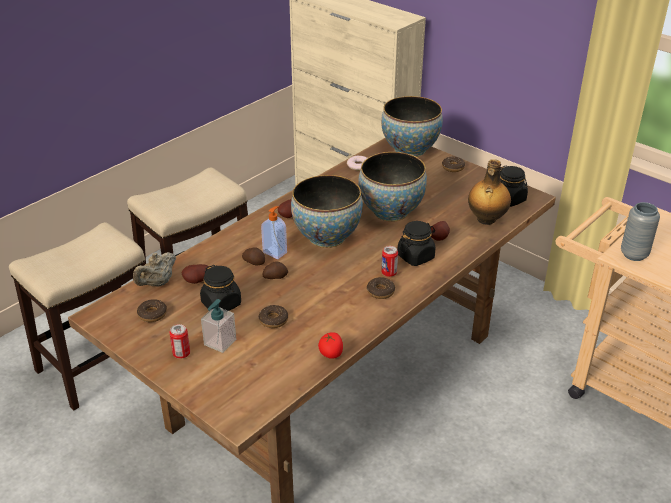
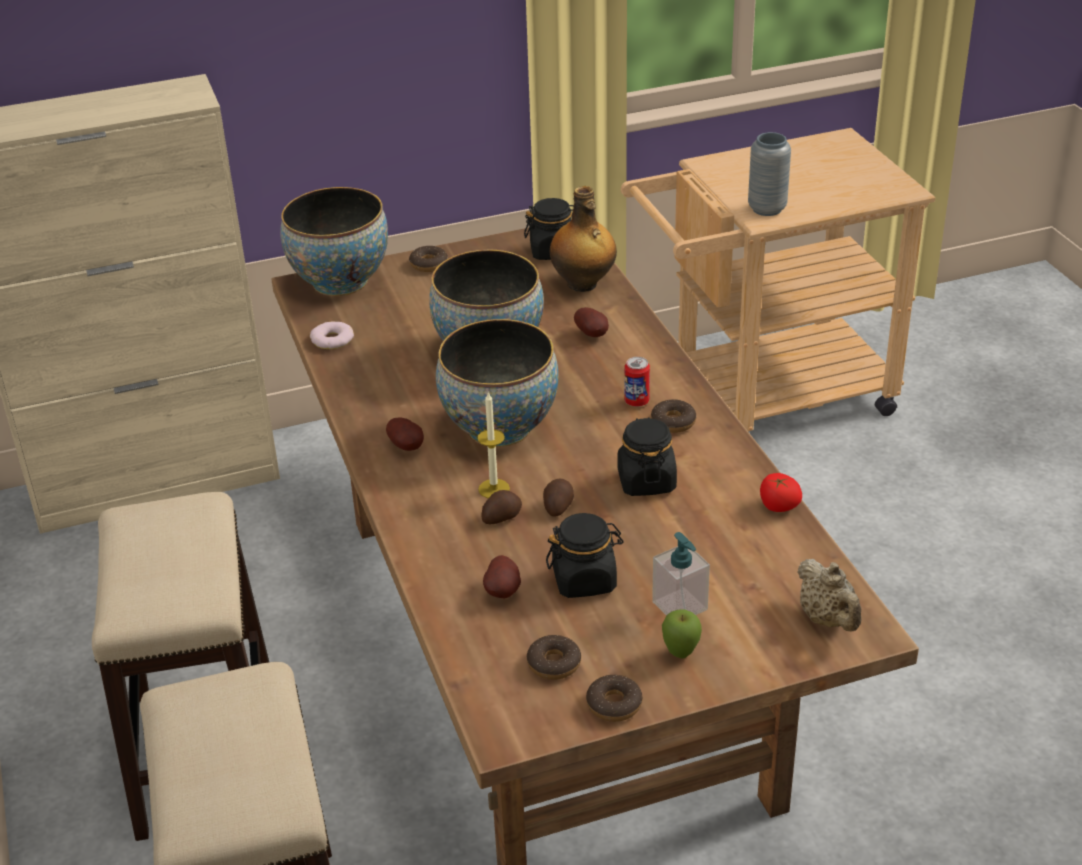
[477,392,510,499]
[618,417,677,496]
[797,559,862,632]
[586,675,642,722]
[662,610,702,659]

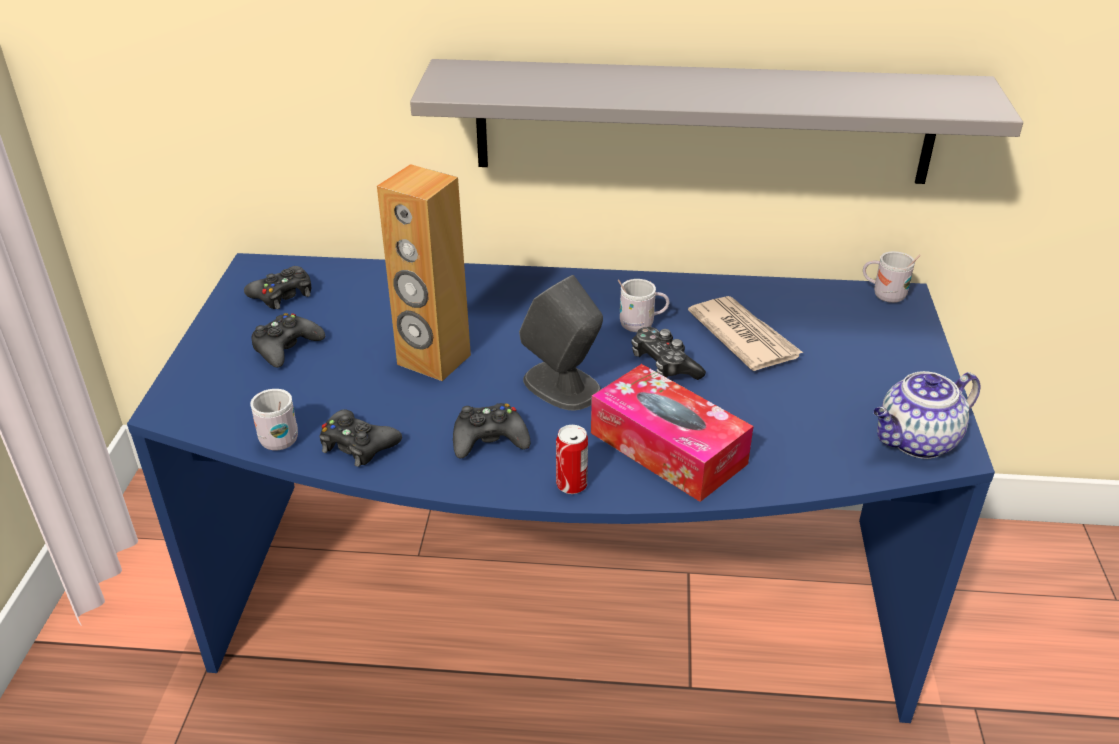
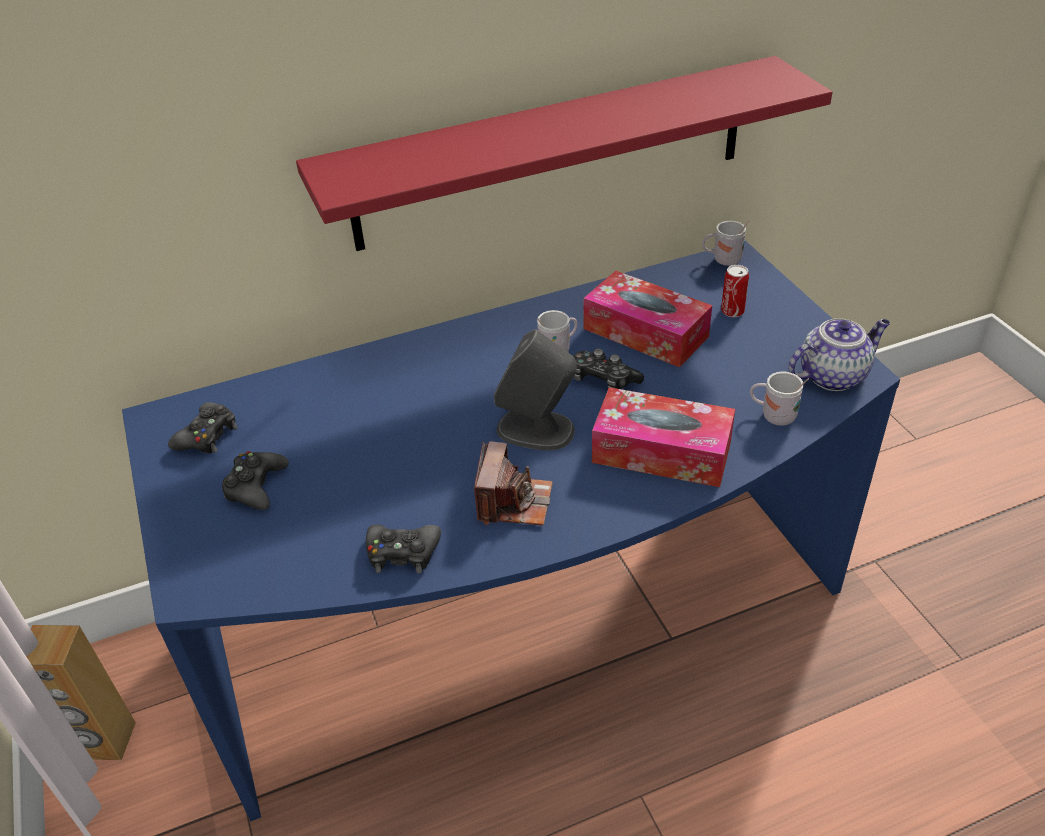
[296,56,832,251]
[27,625,136,760]
[584,271,712,368]
[788,318,890,391]
[750,372,809,426]
[474,441,553,525]
[721,265,749,317]

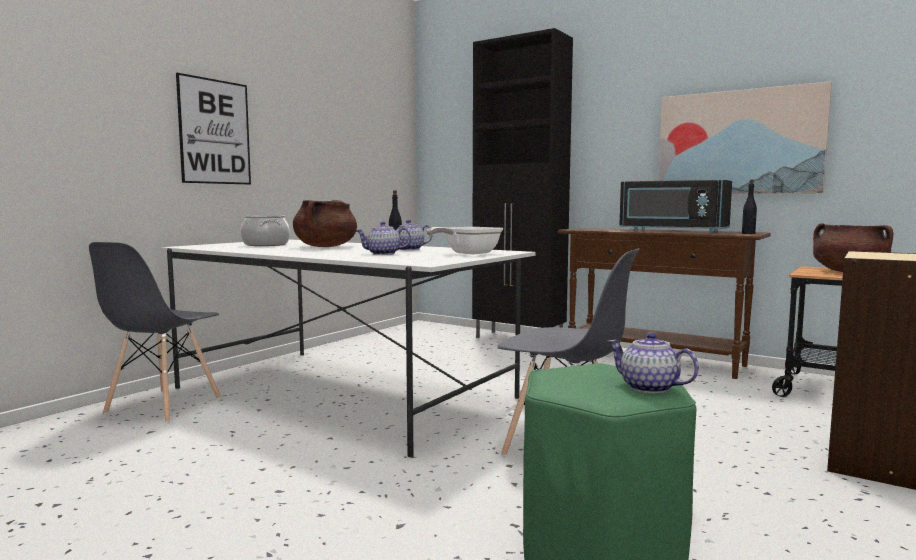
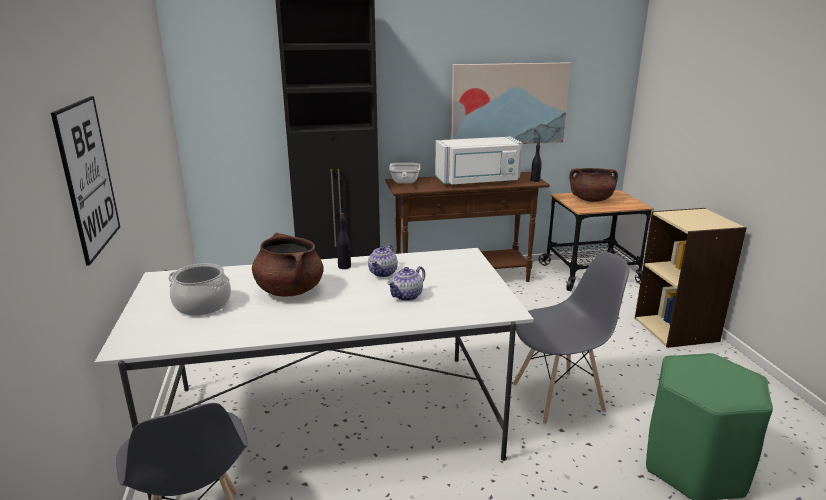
[435,137,522,186]
[389,163,420,184]
[608,332,699,394] (first image)

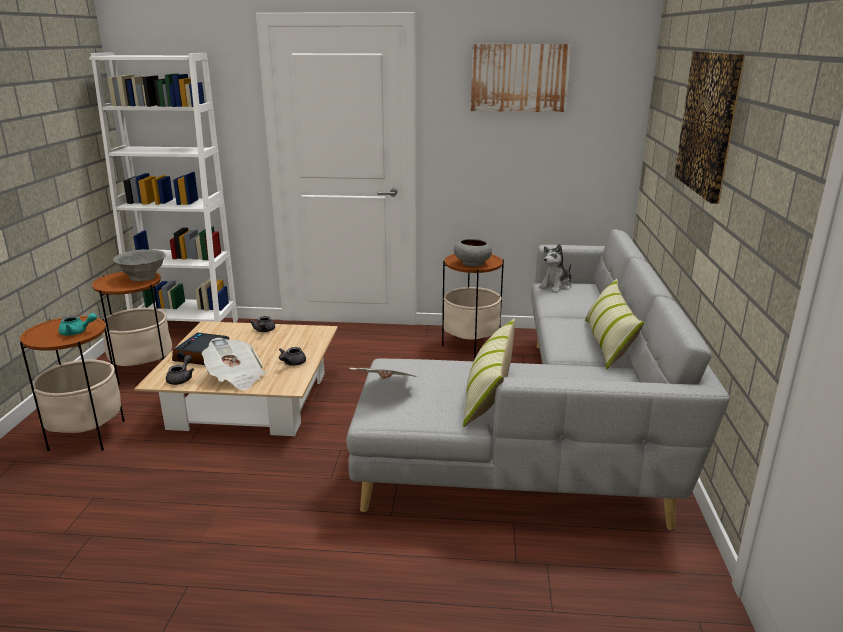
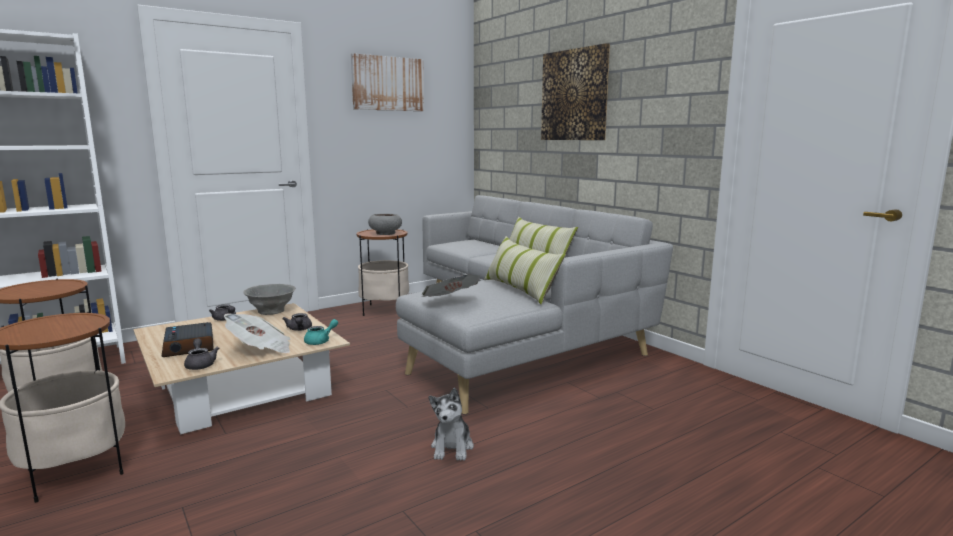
[429,388,474,461]
[243,284,296,315]
[304,319,338,345]

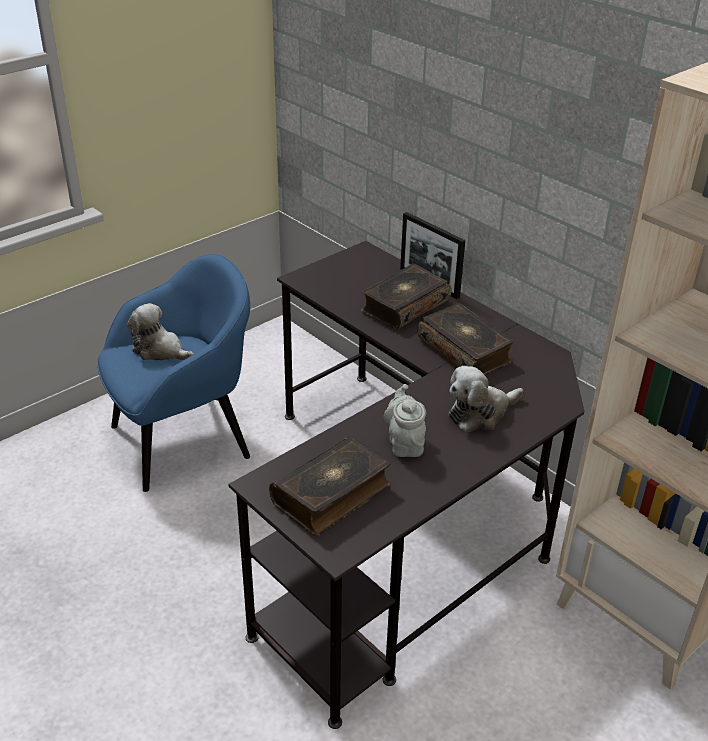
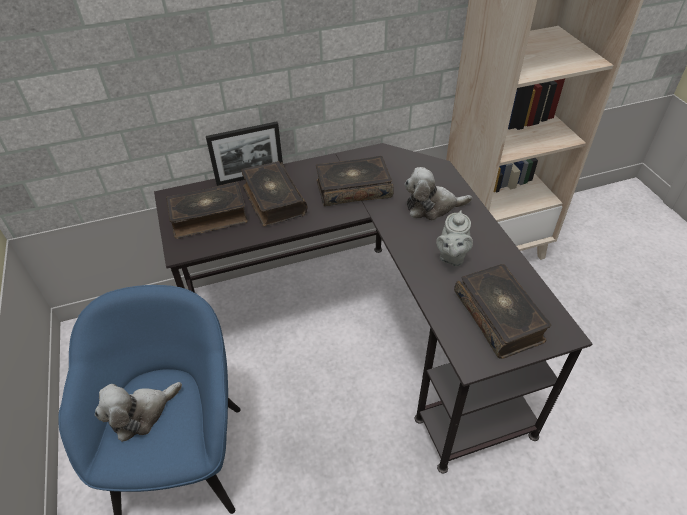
[404,167,472,221]
[436,210,473,266]
[166,182,248,239]

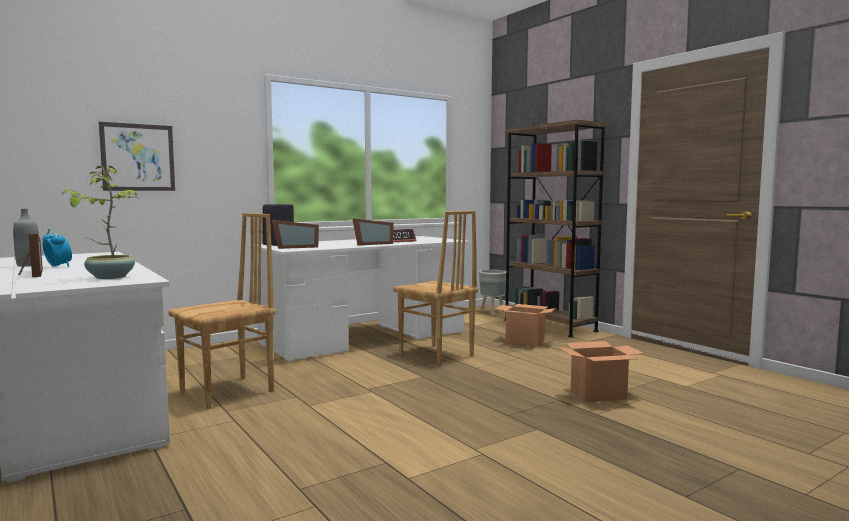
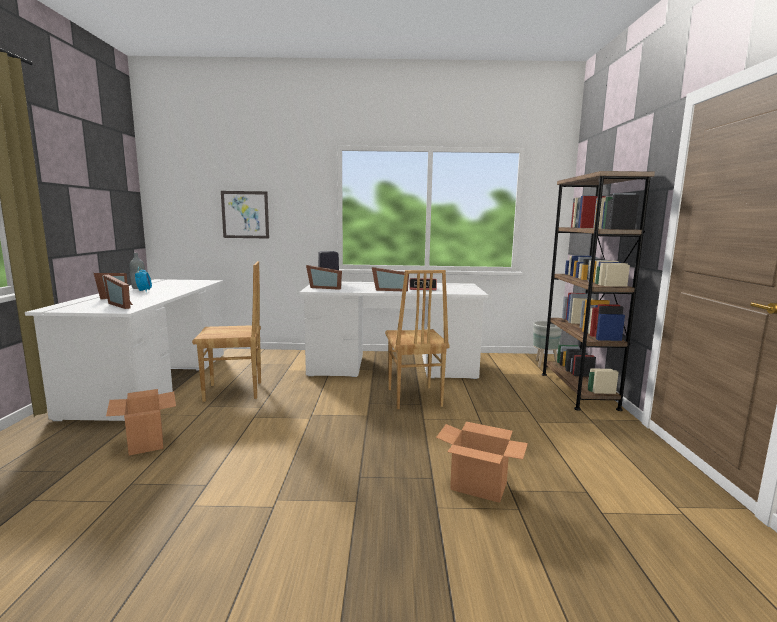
[103,275,133,309]
[106,389,176,456]

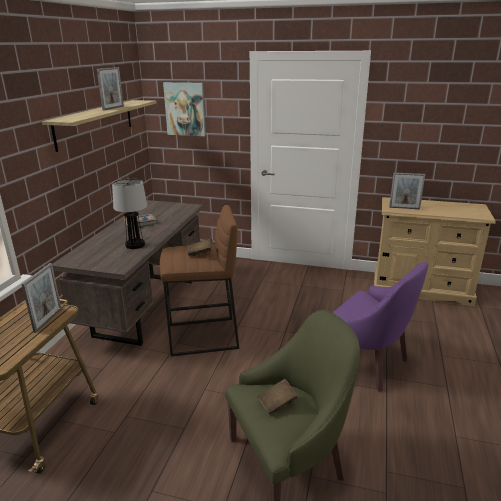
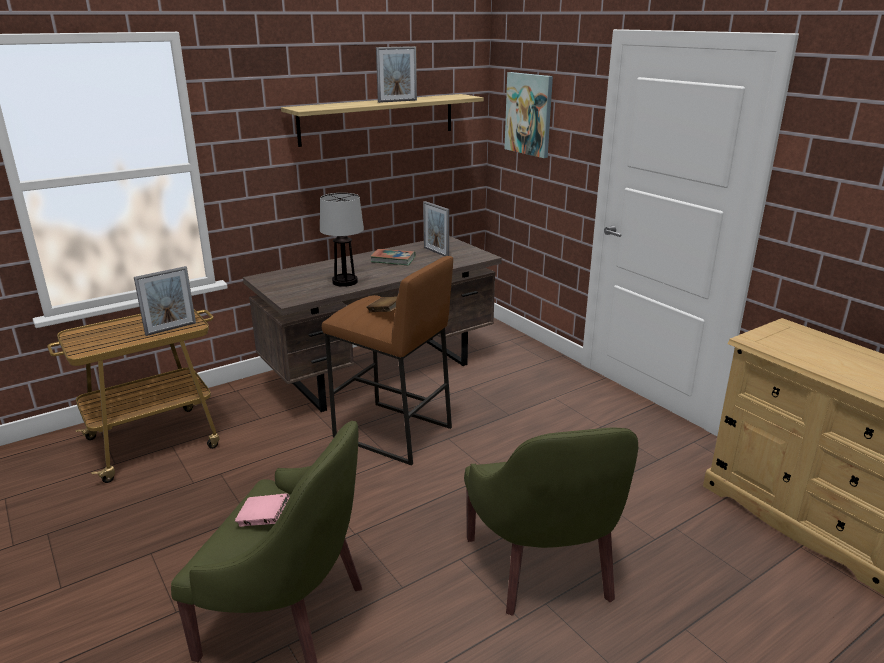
[423,201,449,256]
[464,427,638,616]
[235,493,290,527]

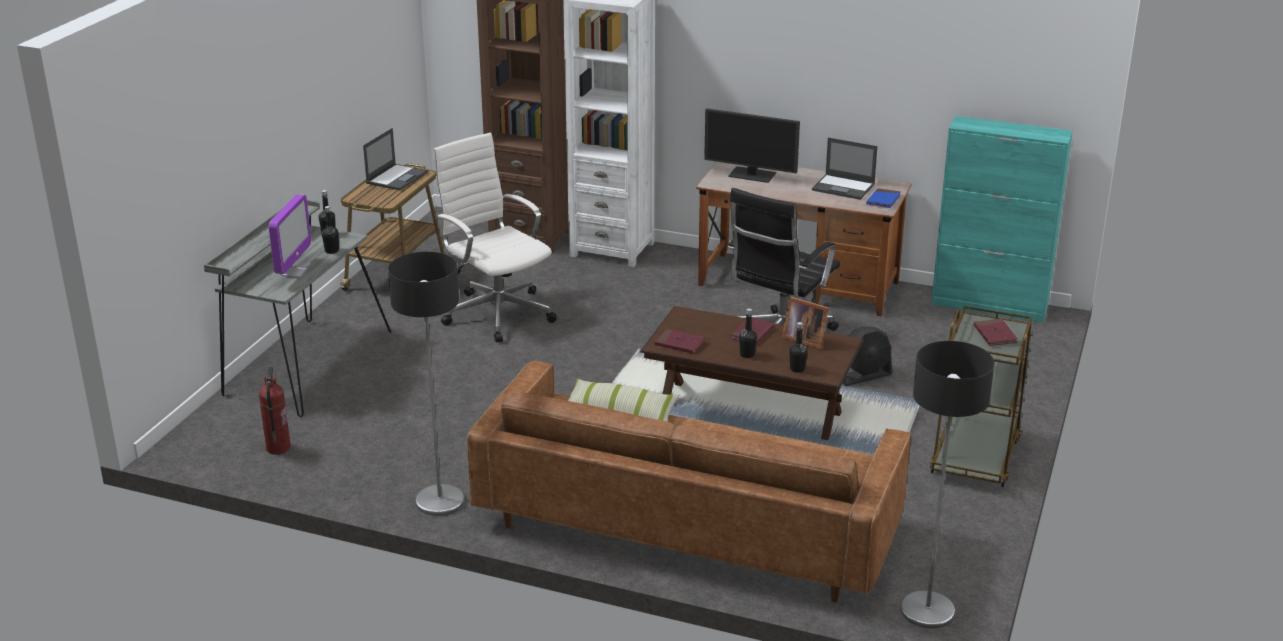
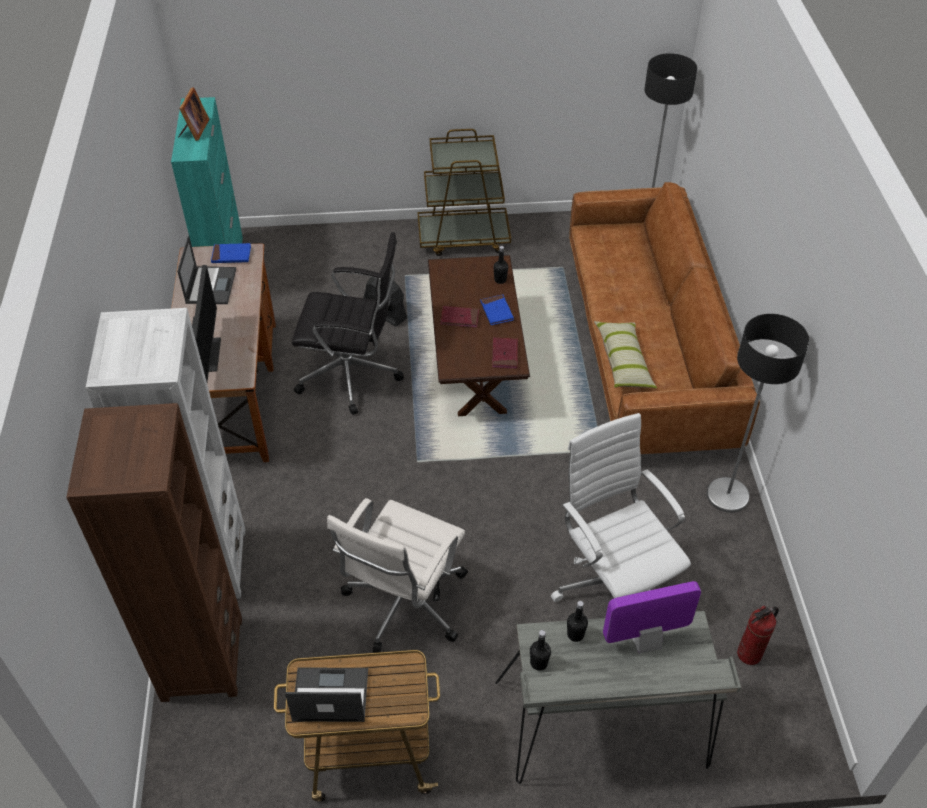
[179,87,209,141]
[480,295,514,325]
[974,319,1018,346] (first image)
[551,413,691,602]

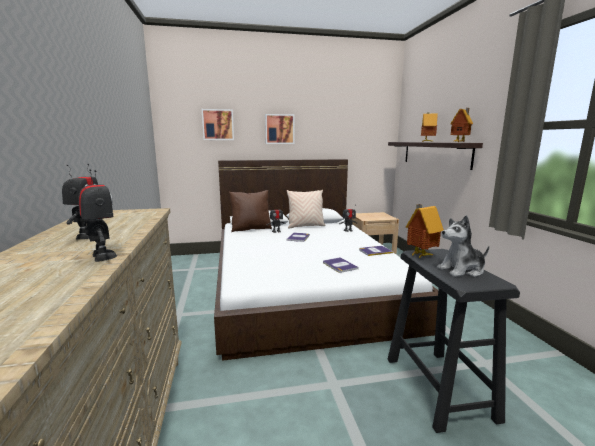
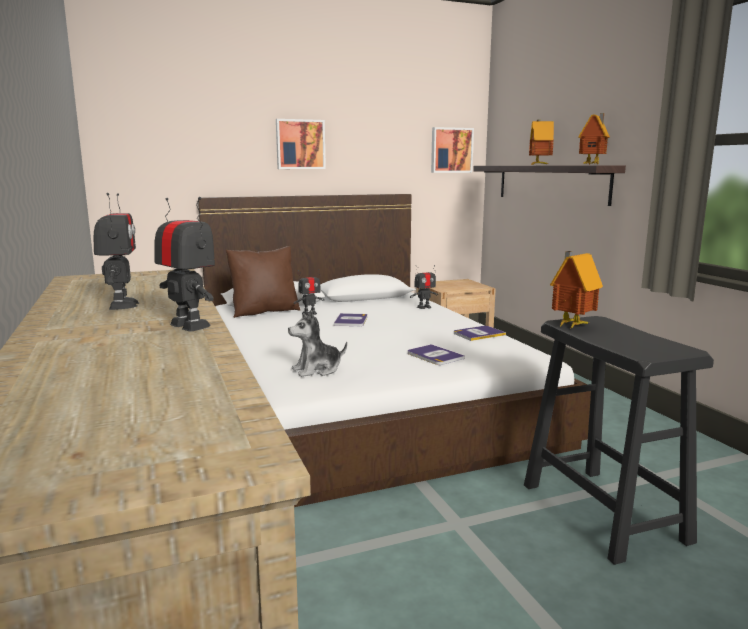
[431,127,474,173]
[287,190,325,229] (first image)
[288,310,347,377]

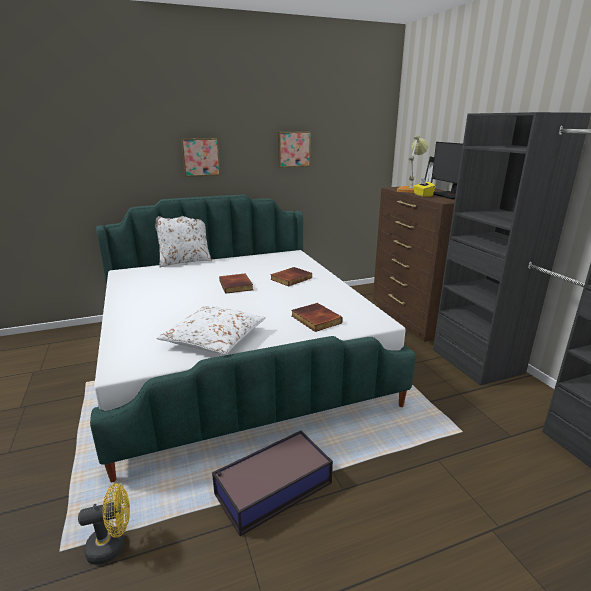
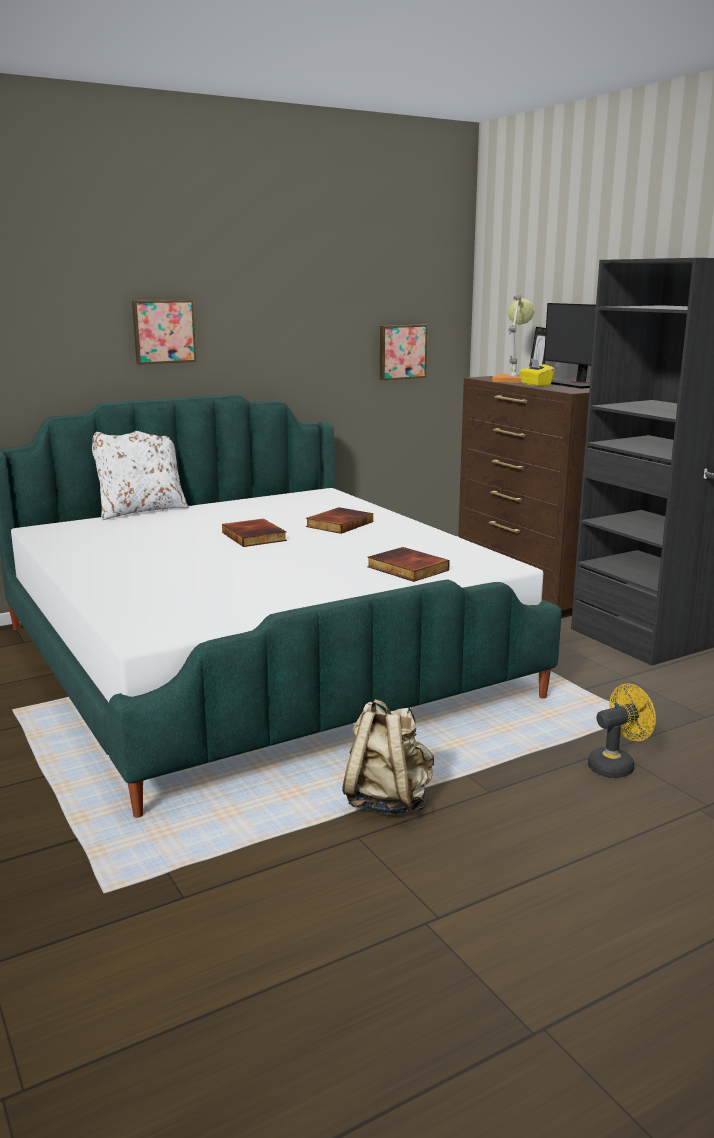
[380,325,427,380]
[157,306,266,355] (first image)
[342,699,434,815]
[588,684,656,778]

